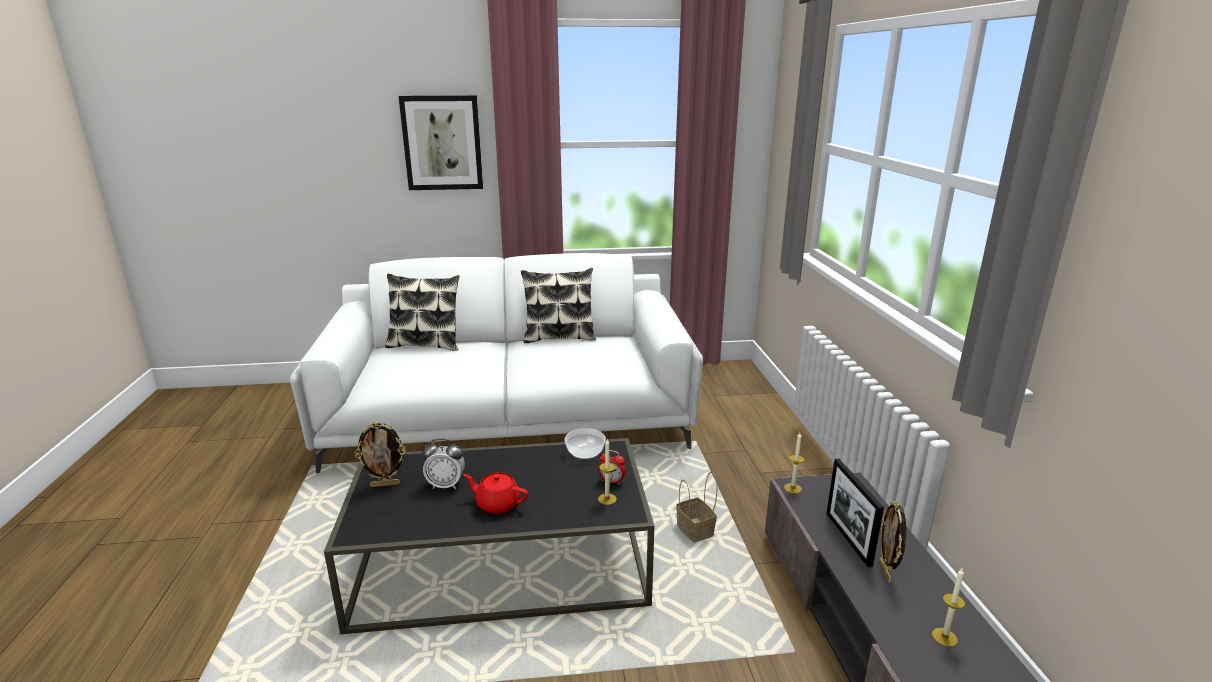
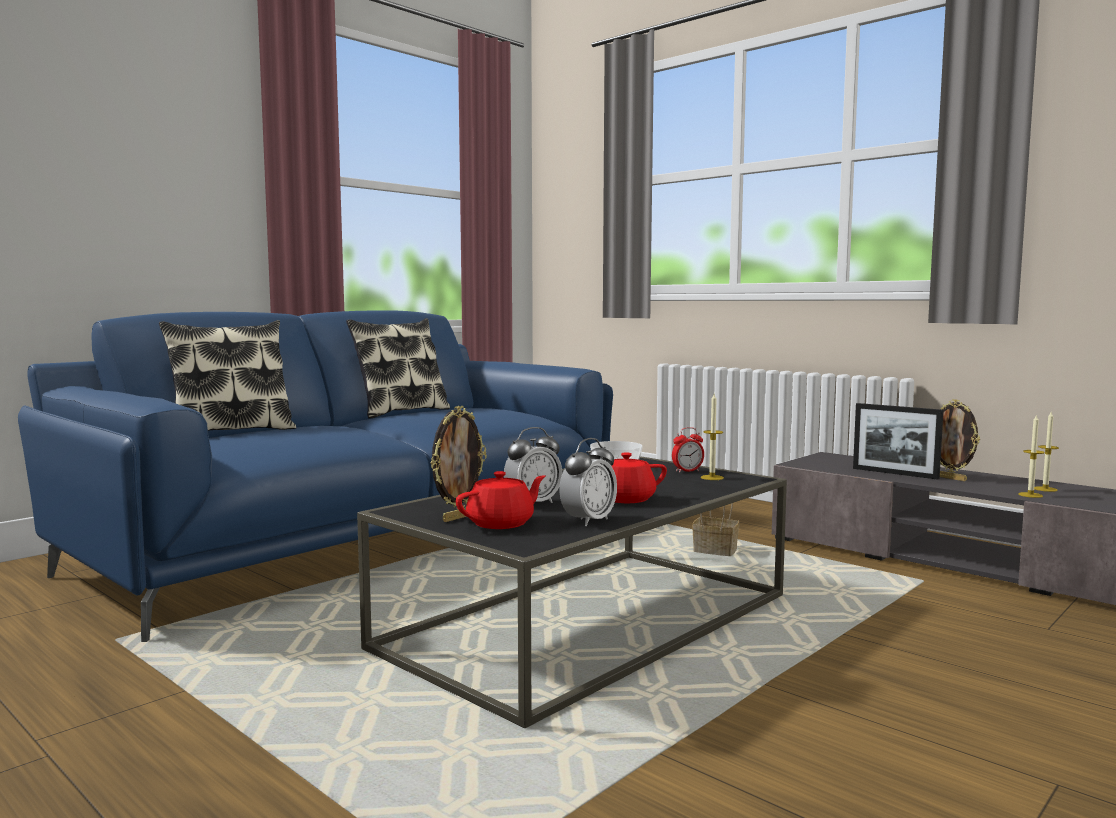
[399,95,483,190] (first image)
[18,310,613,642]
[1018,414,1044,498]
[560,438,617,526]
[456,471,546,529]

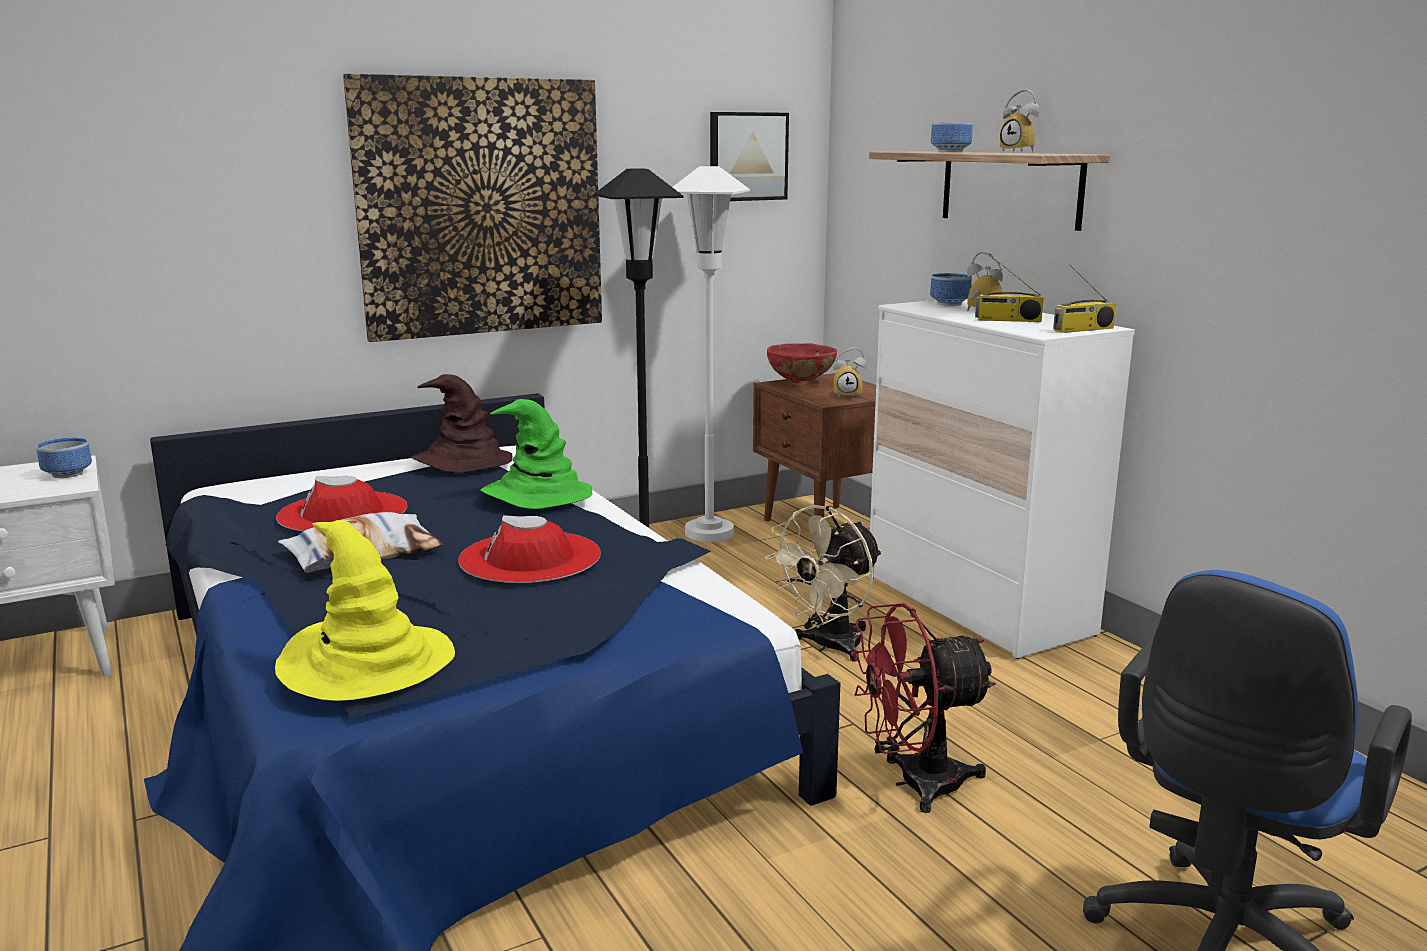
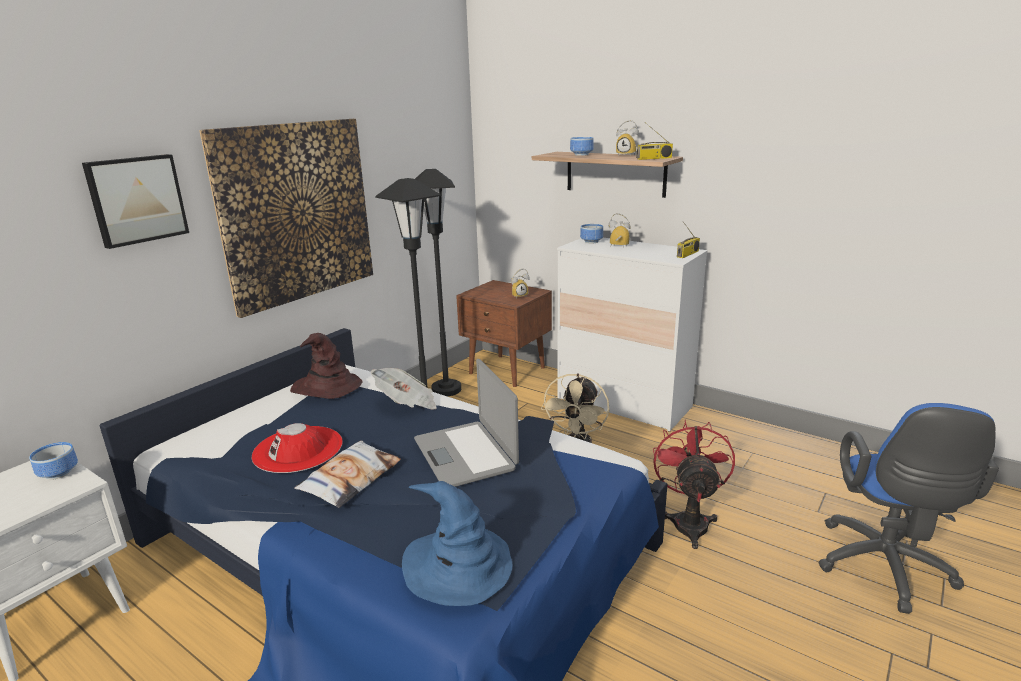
[82,154,189,249]
[415,169,461,396]
[636,123,673,160]
[767,343,837,383] (first image)
[371,368,437,410]
[414,359,519,487]
[402,481,512,606]
[653,420,735,549]

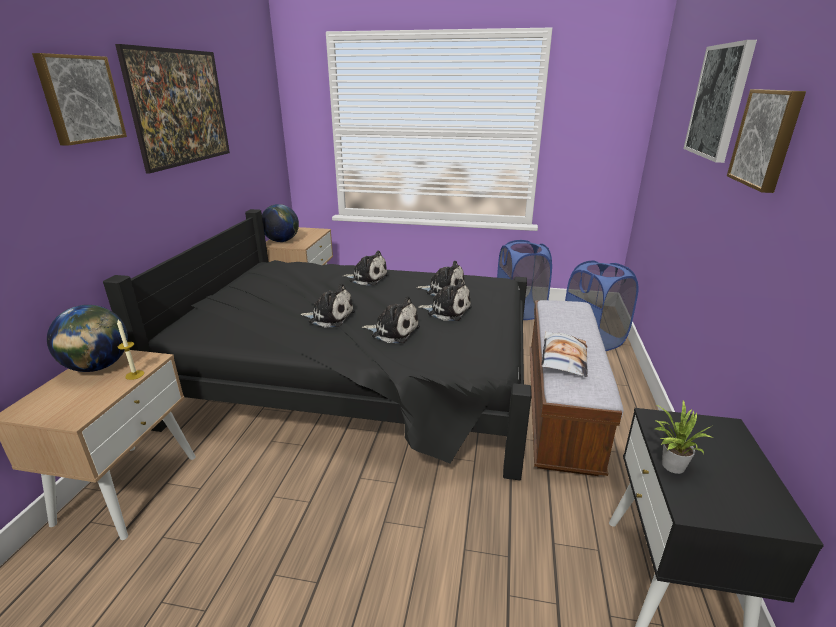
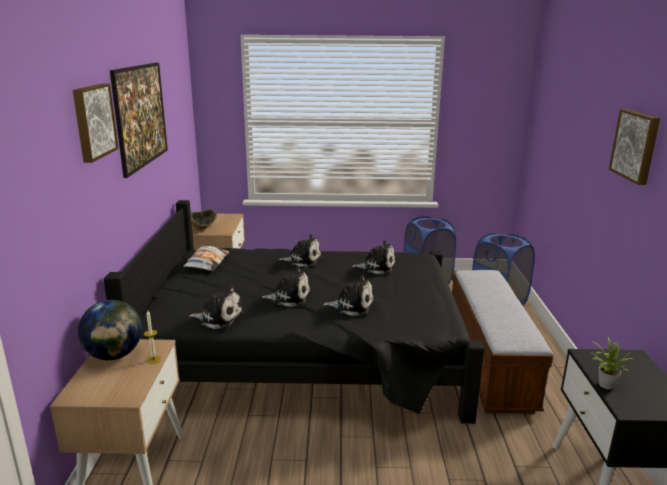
[683,40,757,163] (first image)
[191,209,217,230]
[189,285,243,329]
[183,246,229,271]

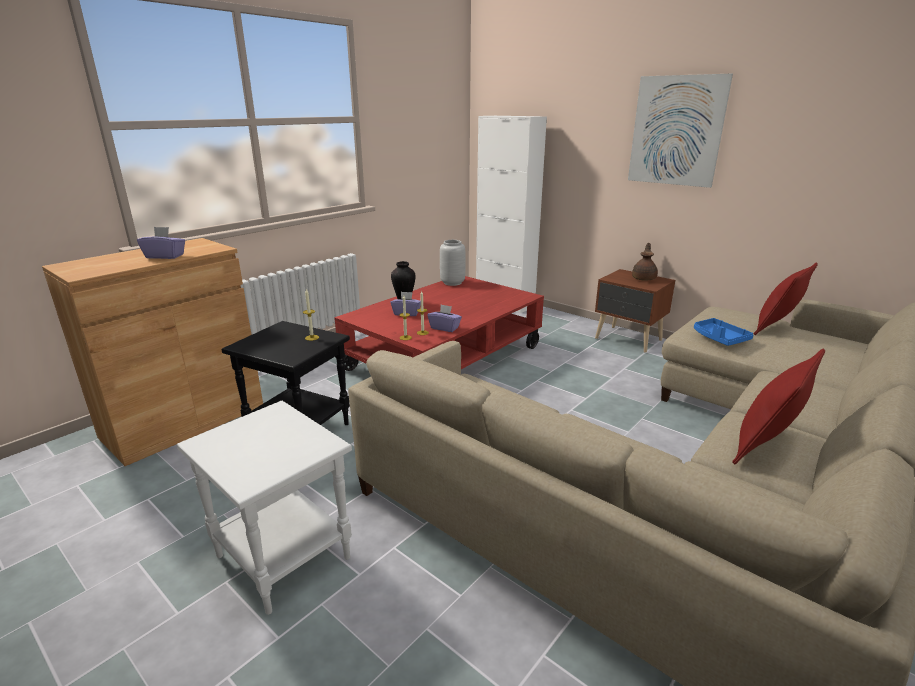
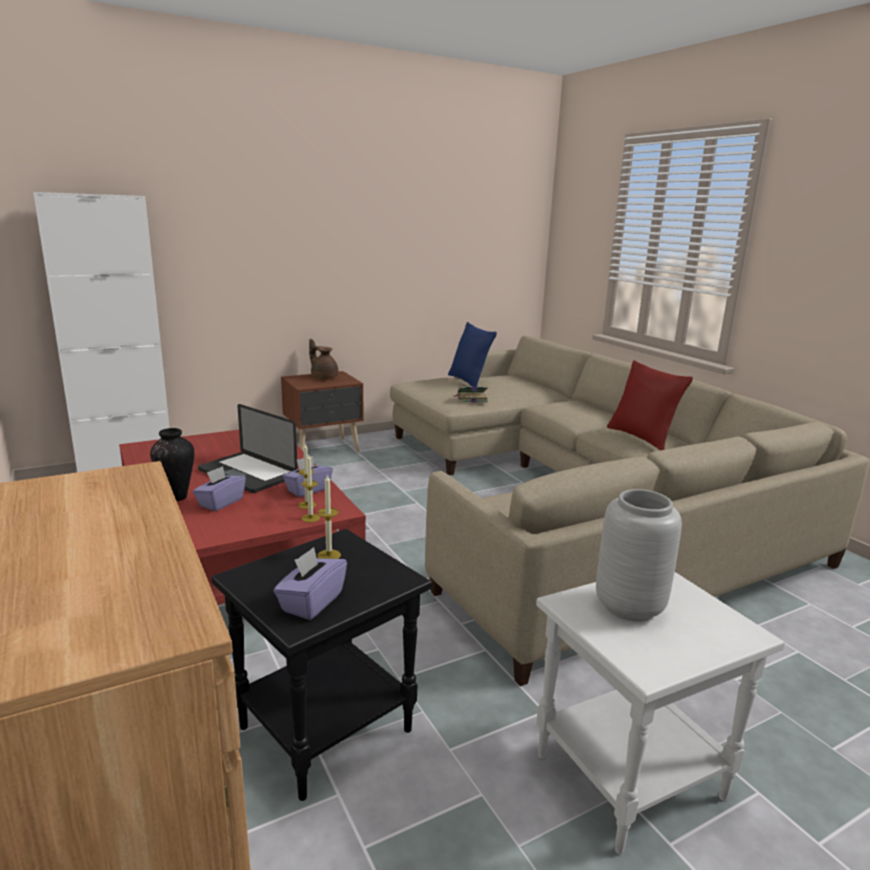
[628,74,733,188] (first image)
[274,547,347,620]
[596,489,682,622]
[448,322,497,387]
[454,387,488,402]
[198,404,298,493]

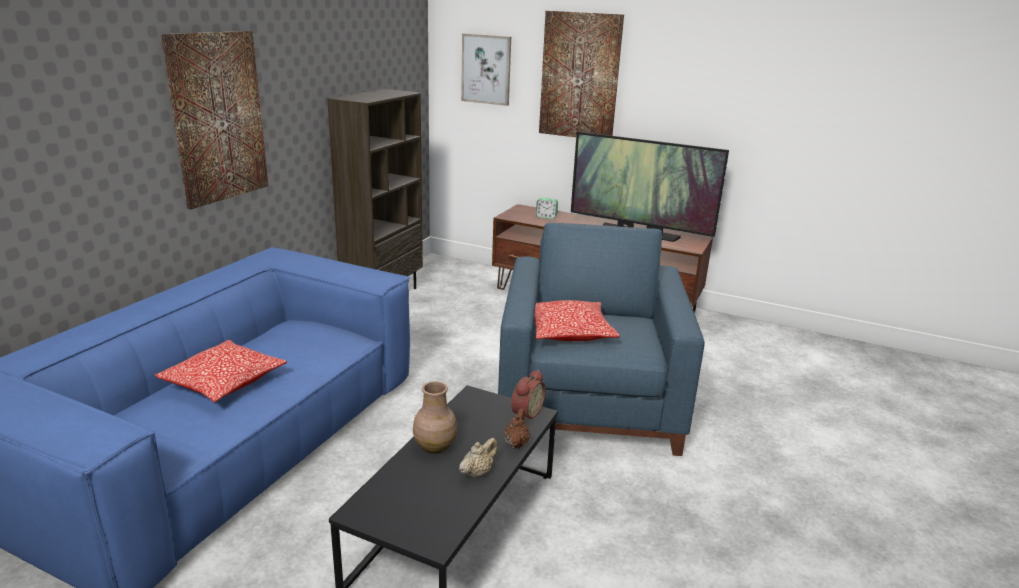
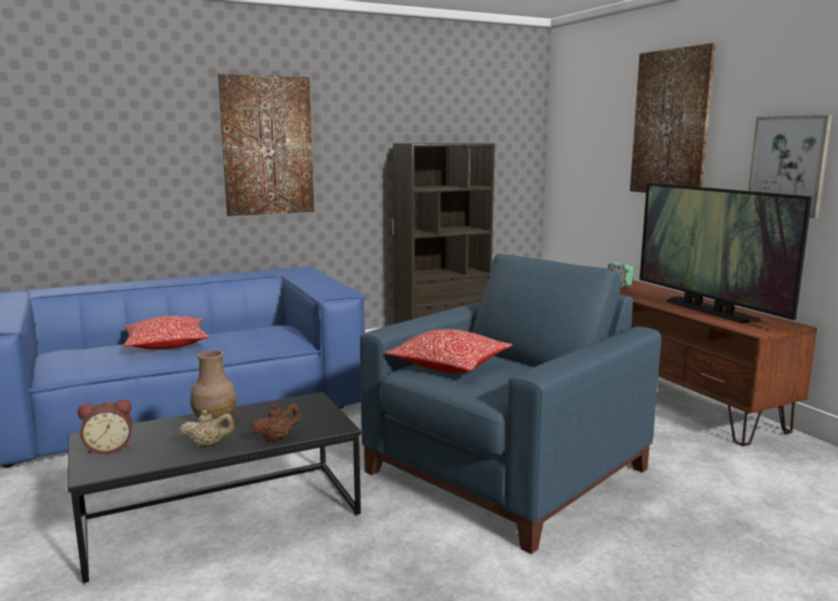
[748,115,832,218]
[78,399,132,454]

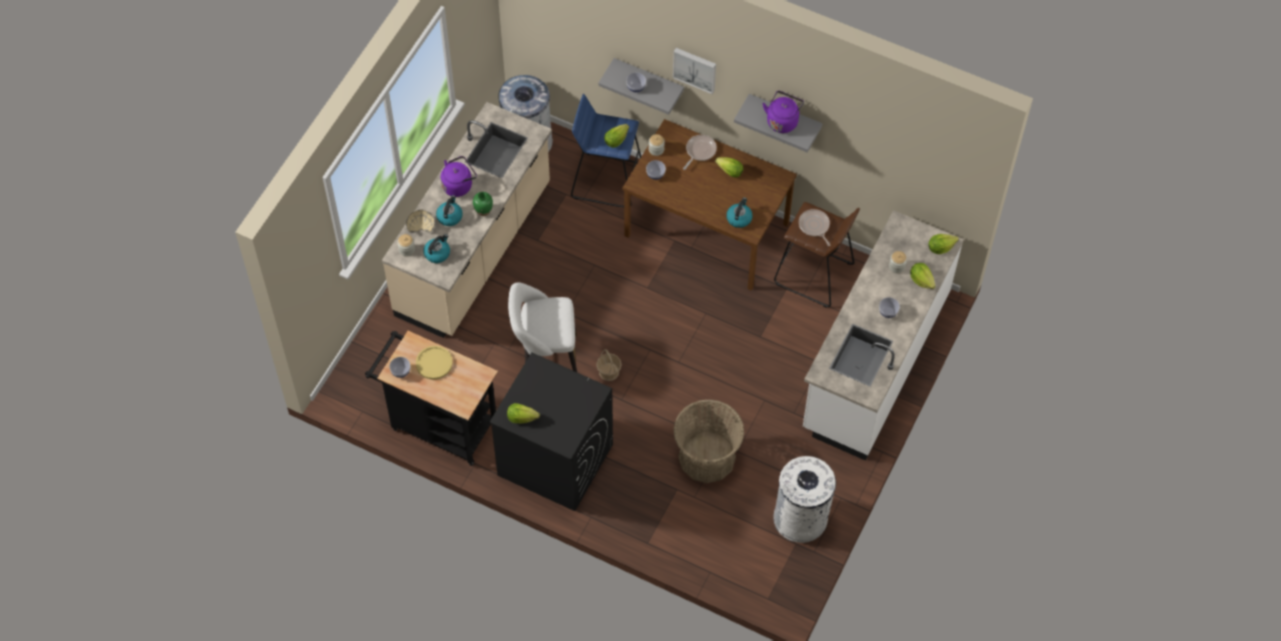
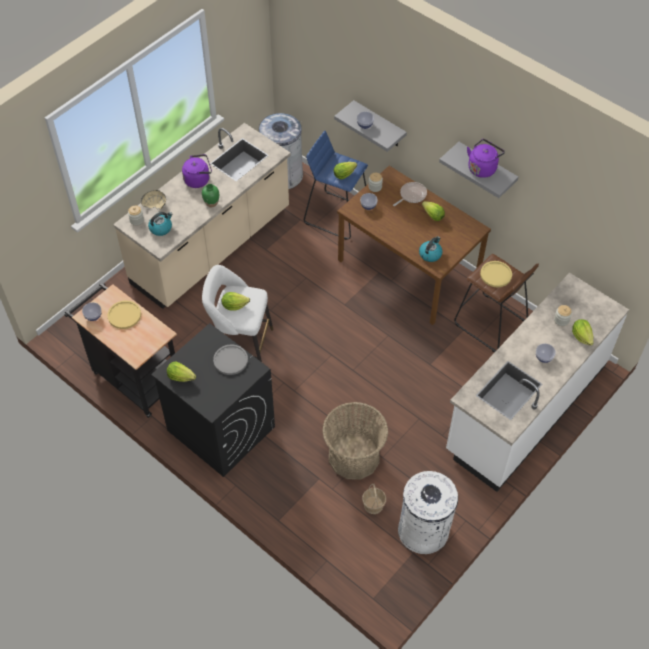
[673,48,716,94] (first image)
[436,195,463,226] (first image)
[480,261,512,287]
[222,292,250,311]
[362,484,386,514]
[213,345,248,375]

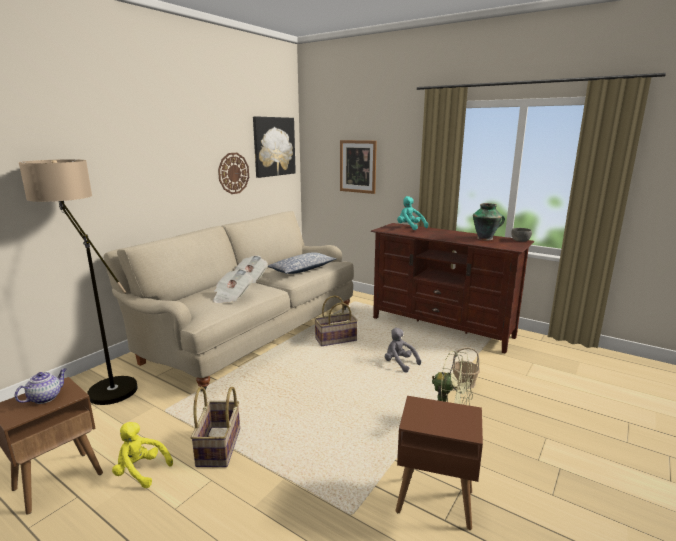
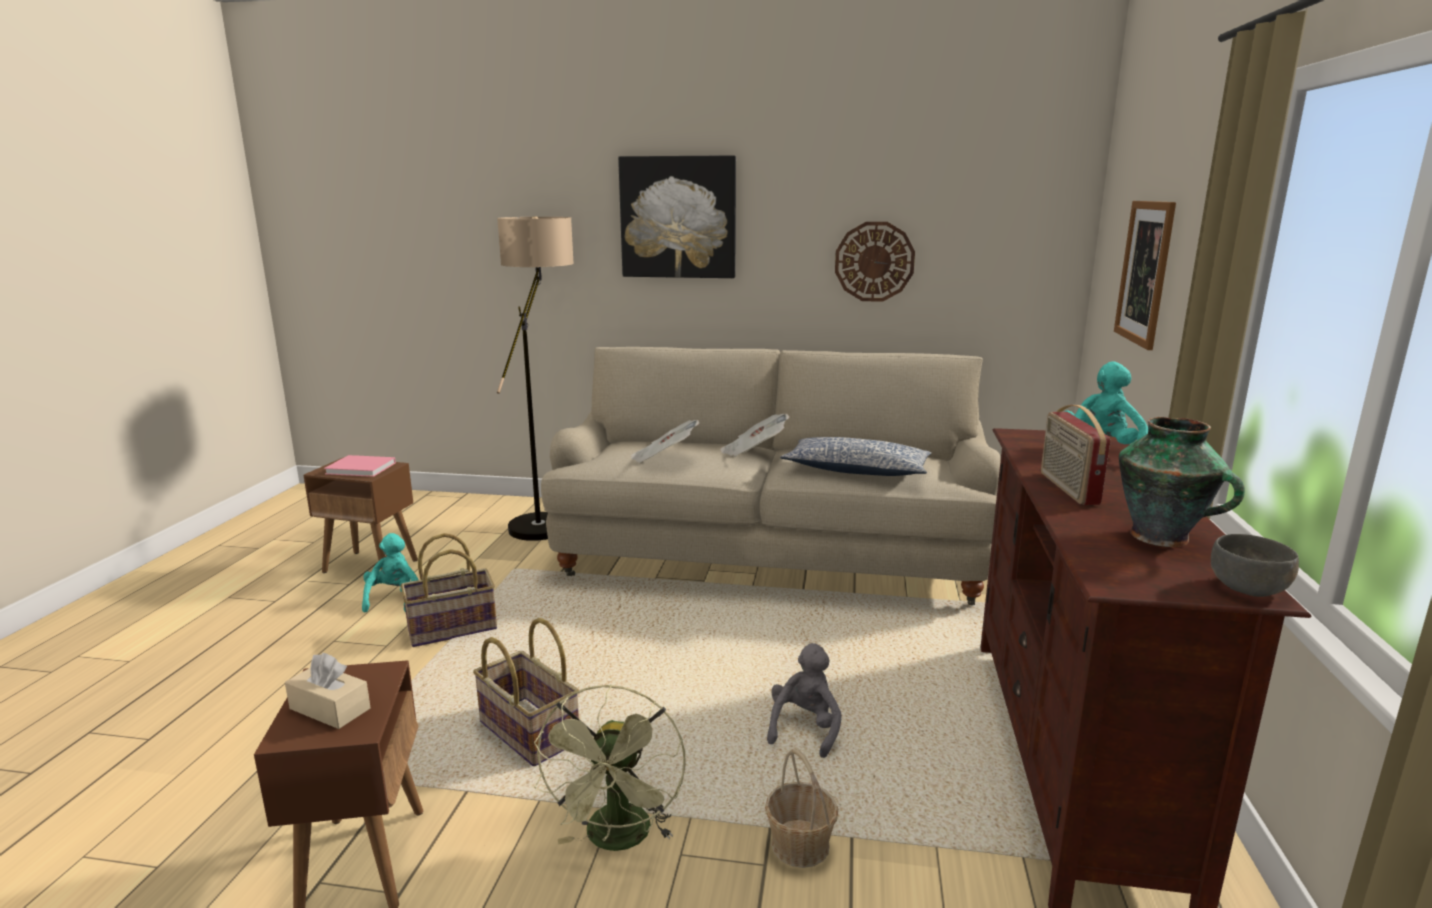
[618,155,736,278]
[473,618,579,766]
[324,455,396,477]
[362,533,418,612]
[1041,405,1110,505]
[285,653,371,729]

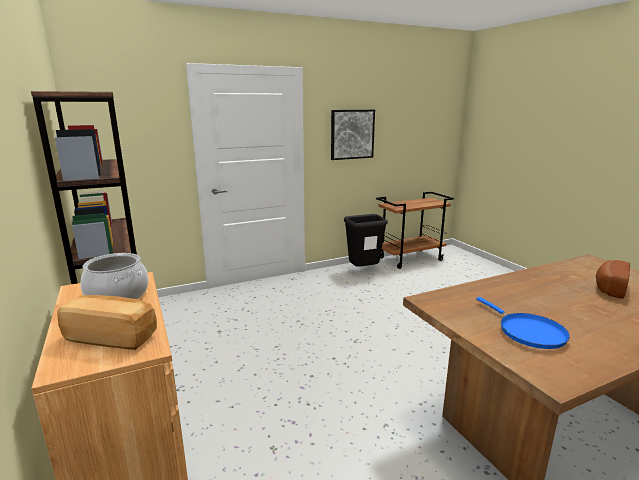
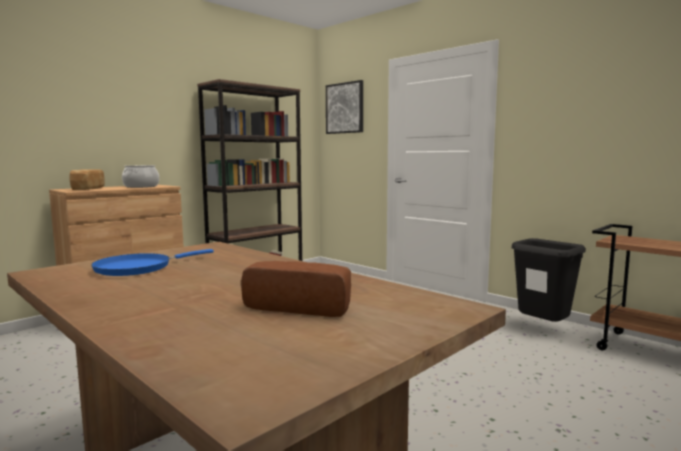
[326,80,363,134]

